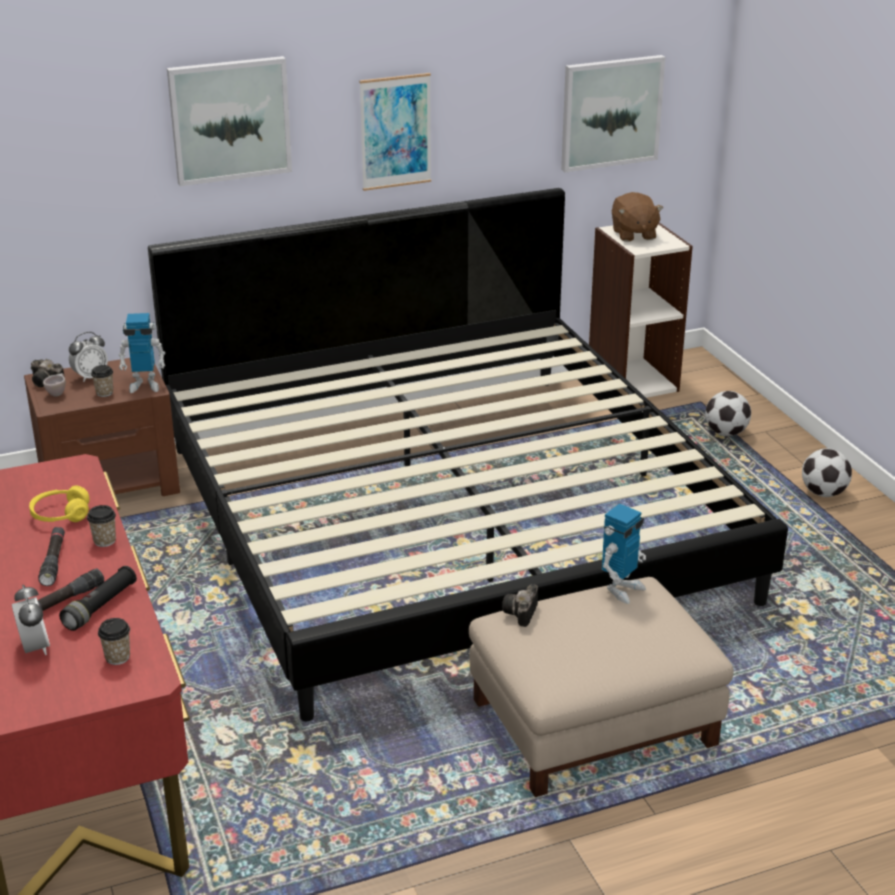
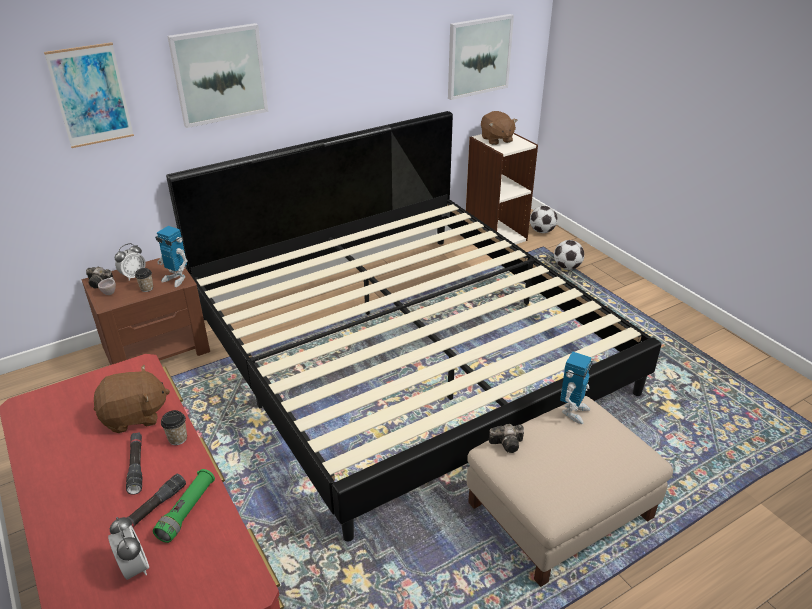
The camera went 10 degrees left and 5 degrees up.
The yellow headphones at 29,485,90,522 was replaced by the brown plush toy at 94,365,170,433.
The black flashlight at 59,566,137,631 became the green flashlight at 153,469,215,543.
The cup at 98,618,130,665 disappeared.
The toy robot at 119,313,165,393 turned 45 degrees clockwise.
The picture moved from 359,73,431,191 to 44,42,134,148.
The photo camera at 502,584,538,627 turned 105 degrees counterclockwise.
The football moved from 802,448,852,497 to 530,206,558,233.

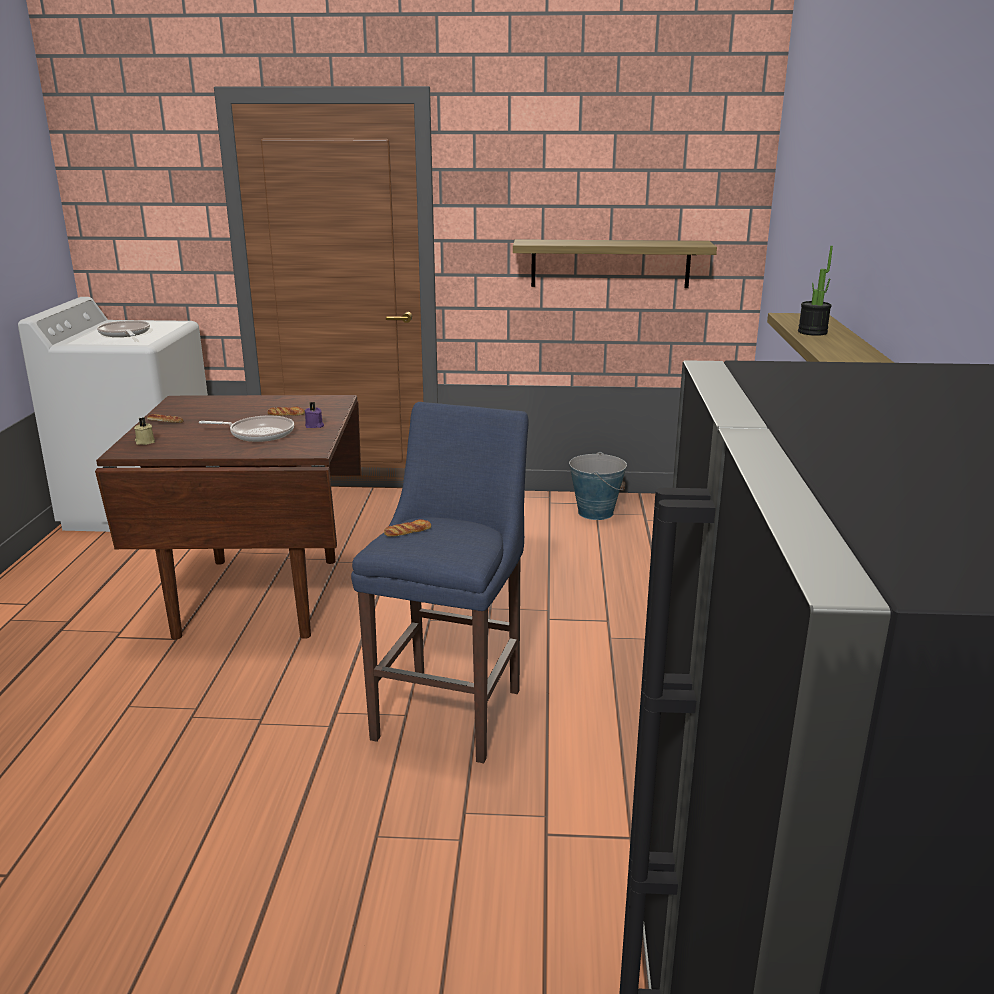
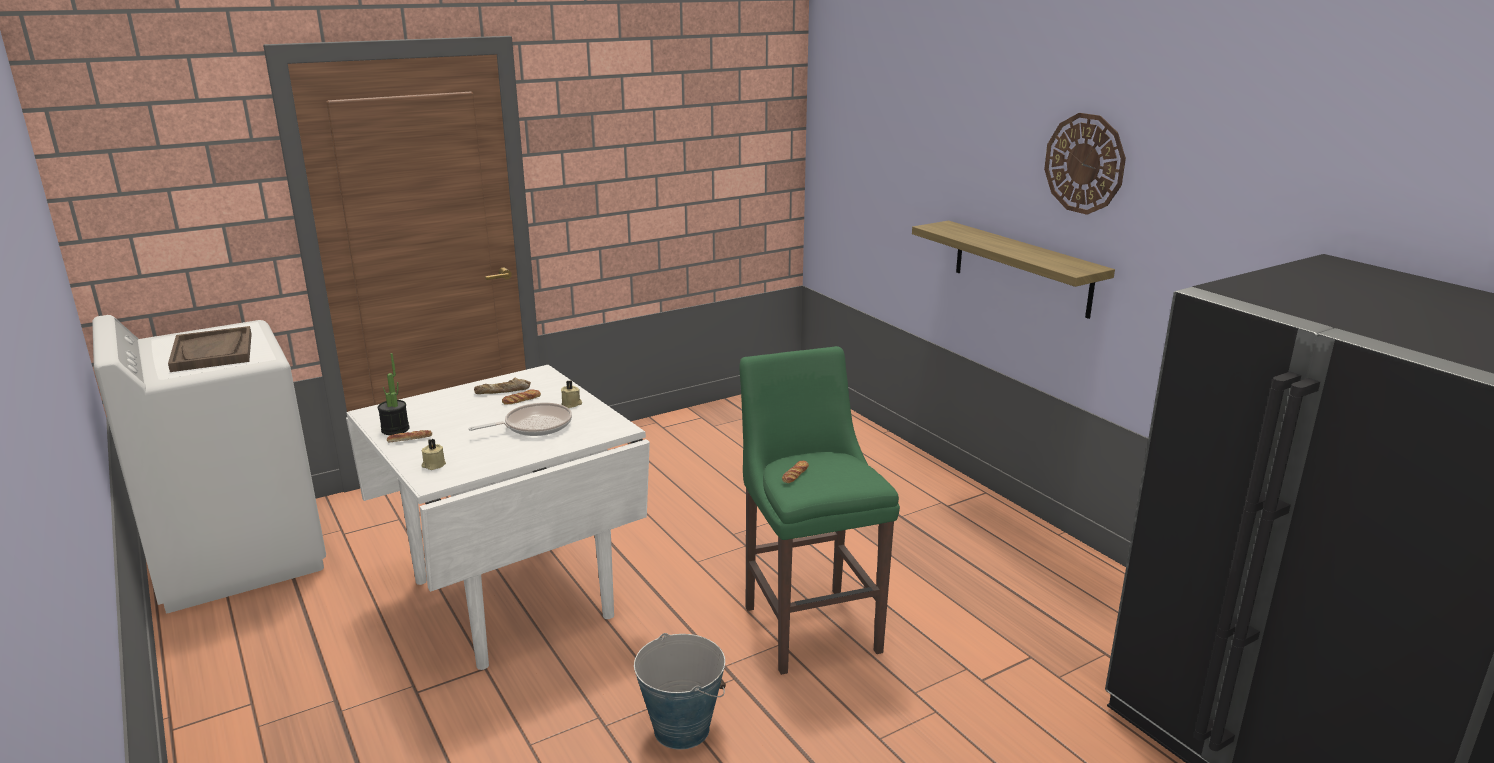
The camera went 35 degrees left and 0 degrees up.
The brown dining table at 95,395,361,639 became the white dining table at 346,365,650,670.
The frying pan at 97,320,150,337 was replaced by the brown tray at 168,326,252,372.
The purple candle at 305,402,324,428 became the beige candle at 561,381,582,408.
The blue stool at 351,402,528,763 became the green stool at 740,346,900,675.
The shelf at 513,239,717,288 disappeared.
The bucket moved from 569,452,627,520 to 634,633,726,750.
The potted plant moved from 798,246,833,336 to 378,353,409,435.
The bread at 474,378,531,394 appeared.
The wall clock at 1044,113,1126,215 appeared.

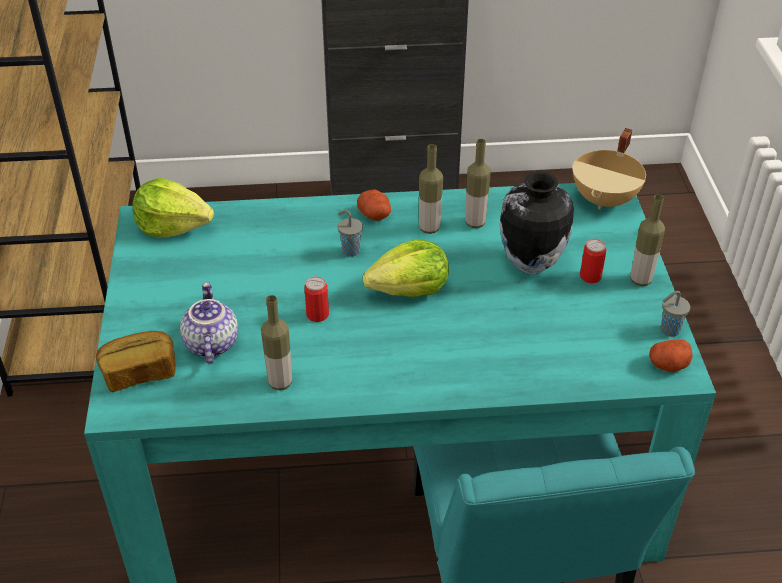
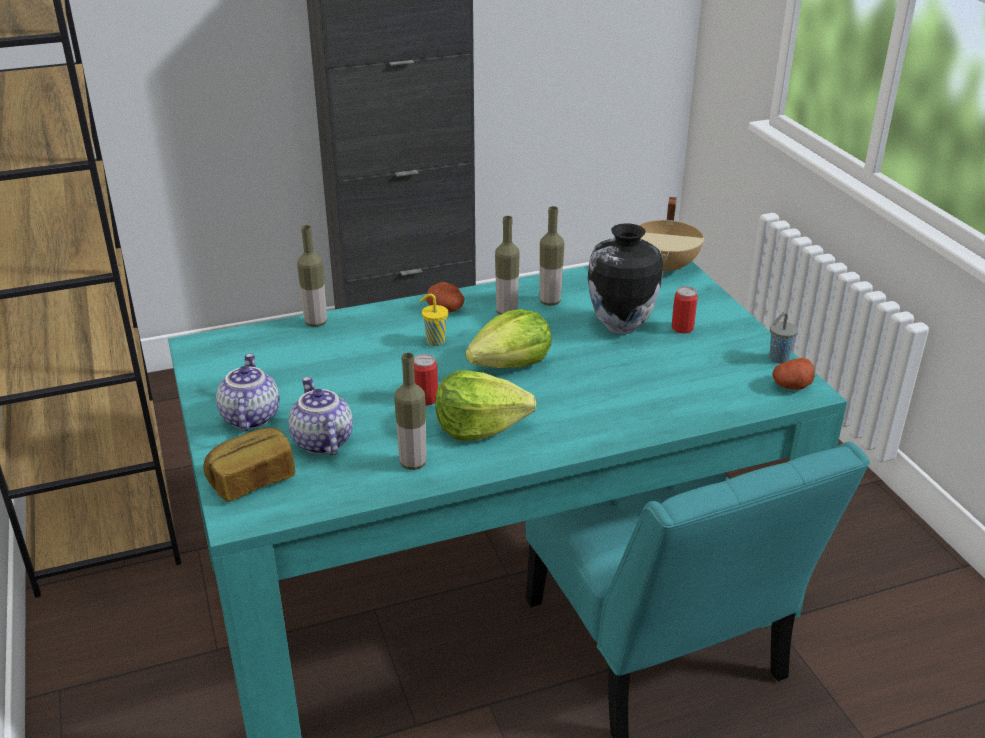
The camera went 15 degrees left and 10 degrees down.
The lettuce moved from 133,178,214,237 to 435,370,537,441.
The grey cup at 338,210,363,257 became the yellow cup at 420,293,448,346.
The bottle moved from 630,194,665,286 to 297,225,327,327.
The teapot at 216,354,279,431 appeared.

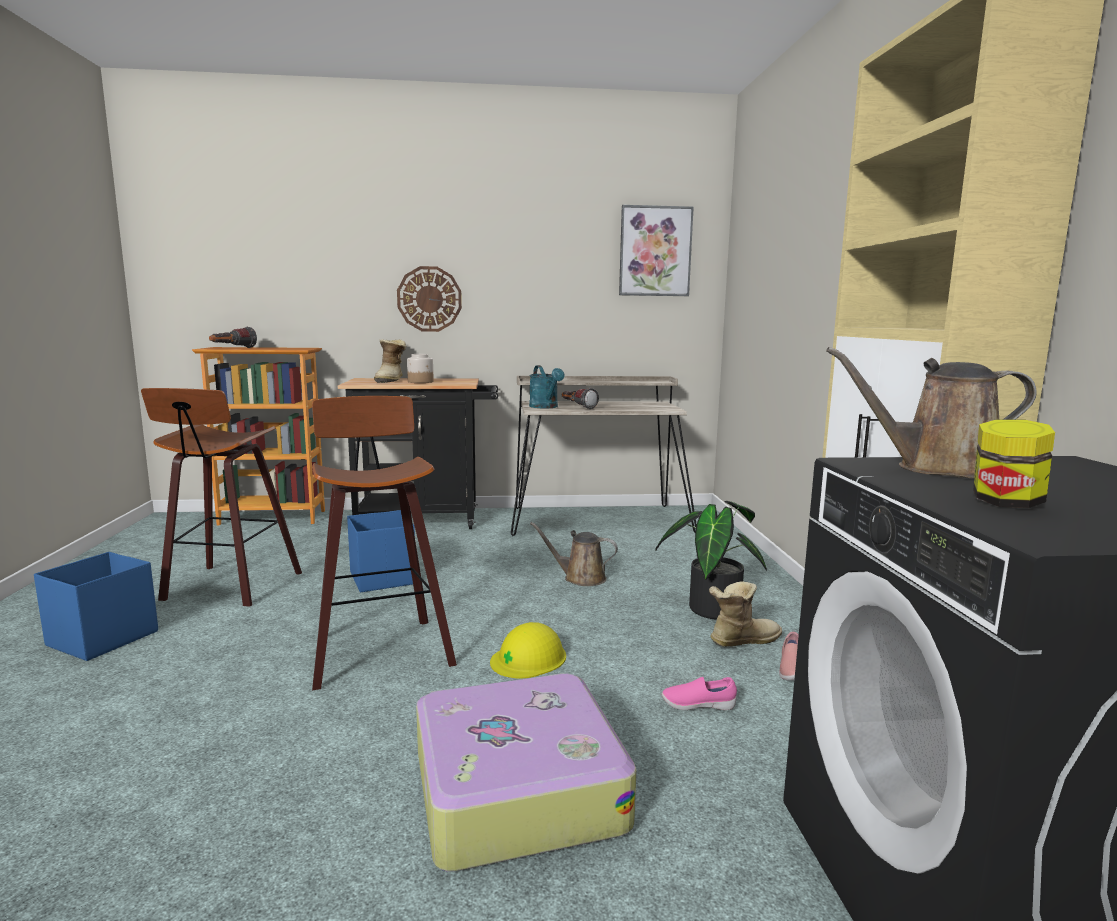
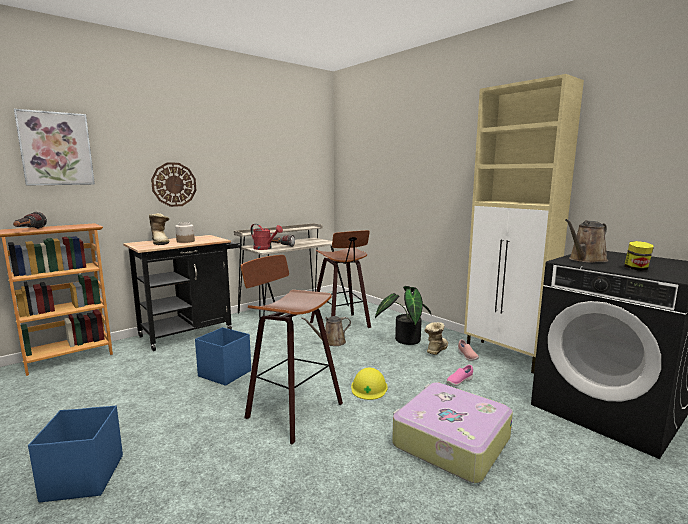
The camera went 35 degrees left and 0 degrees up.
The stool moved from 141,388,302,607 to 310,230,371,328.
The turquoise watering can at 529,365,565,408 became the red watering can at 251,224,283,250.
The picture moved from 619,205,694,296 to 14,109,95,186.

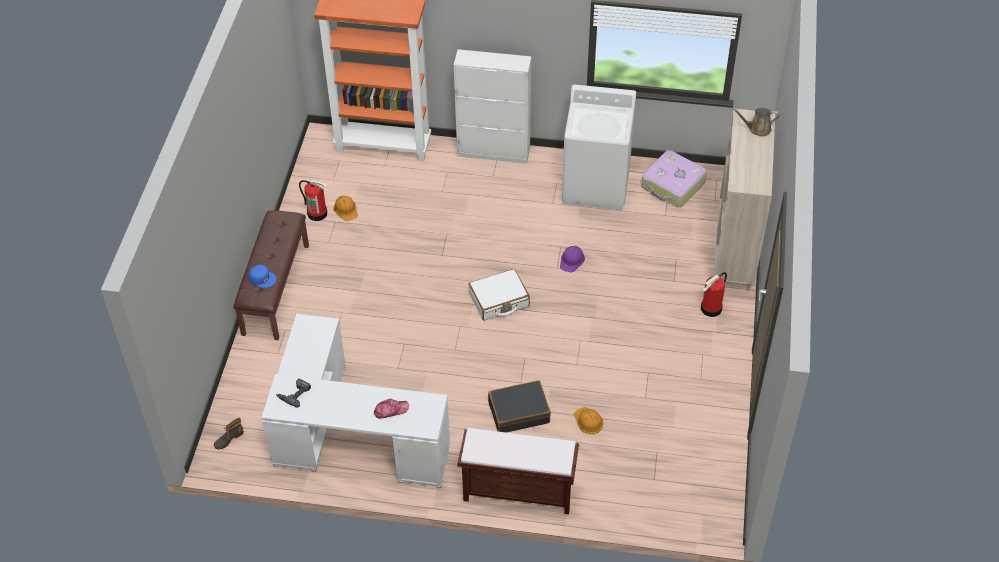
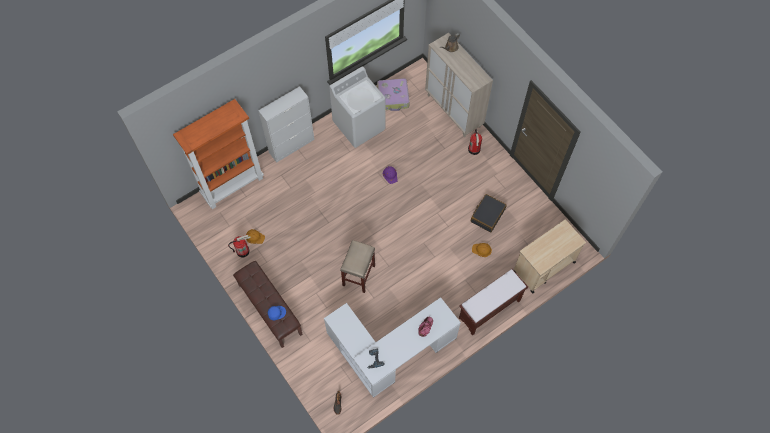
The camera went 45 degrees left and 15 degrees up.
The white suitcase at 468,269,530,321 disappeared.
The black suitcase moved from 488,380,551,433 to 471,194,507,233.
The beige stool at 340,240,375,293 appeared.
The beige cart at 514,219,586,293 appeared.

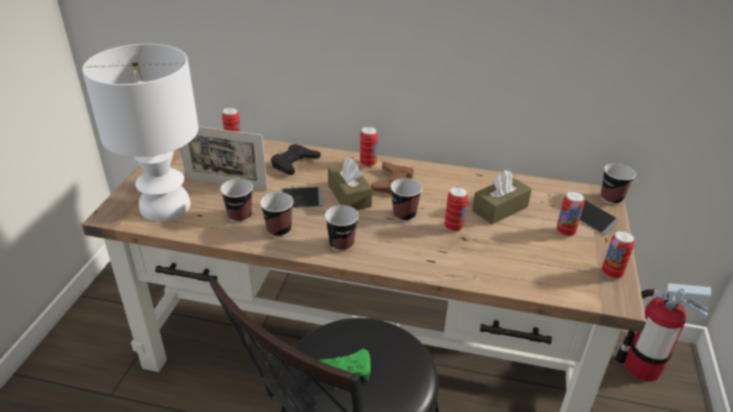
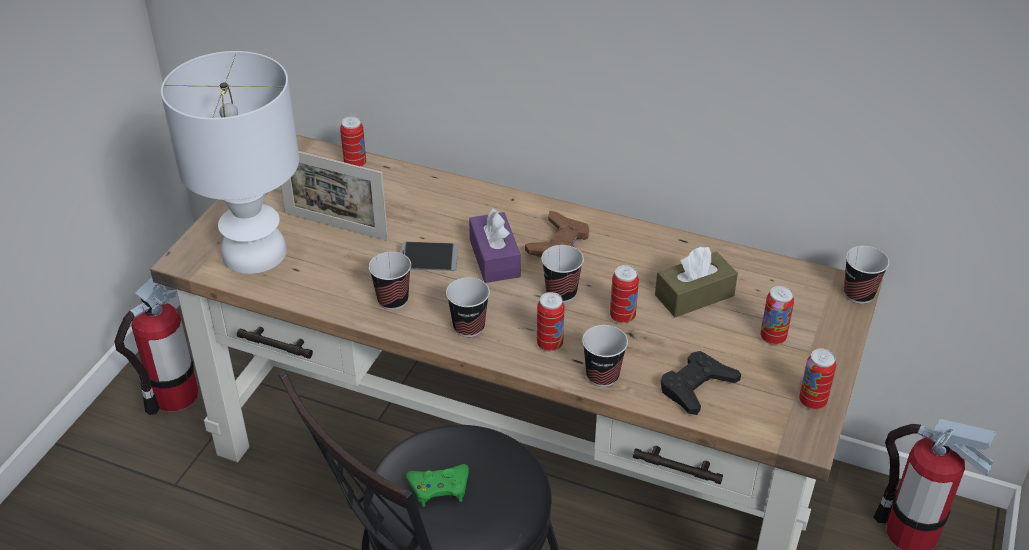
The camera went 10 degrees right and 5 degrees up.
The cup moved from 220,179,253,223 to 582,325,628,387.
The black game controller moved from 271,144,321,175 to 661,351,741,415.
The brown tissue box at 328,157,372,210 became the purple tissue box at 469,208,521,283.
The can moved from 360,127,378,167 to 537,292,565,351.
The phone at 580,199,619,235 disappeared.
The fire extinguisher at 114,277,199,415 appeared.

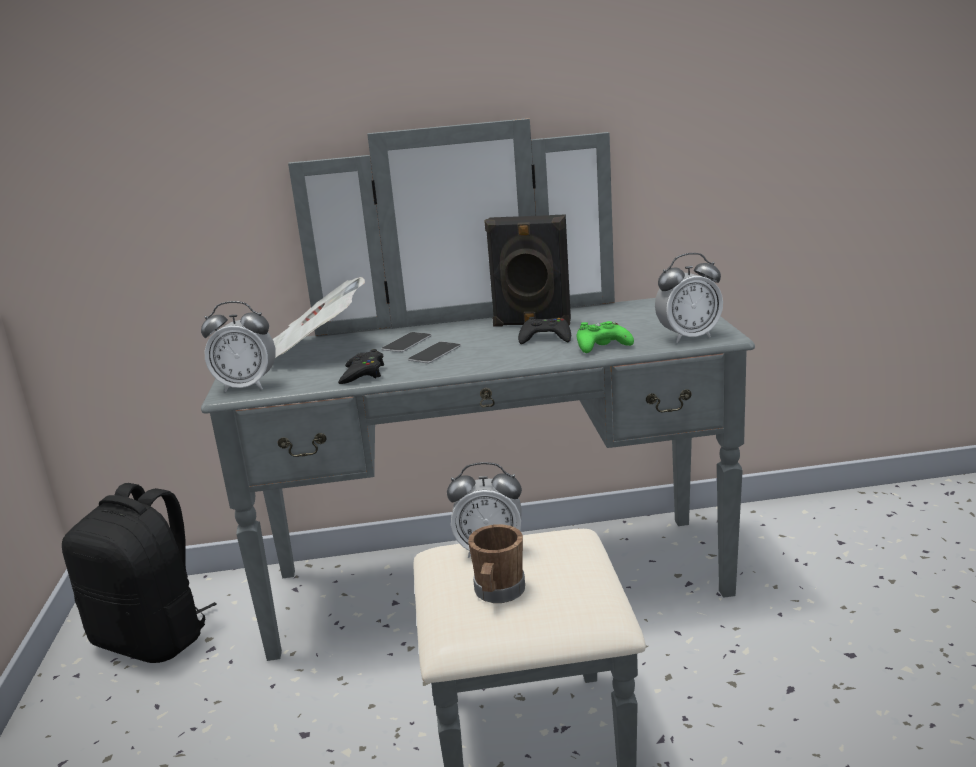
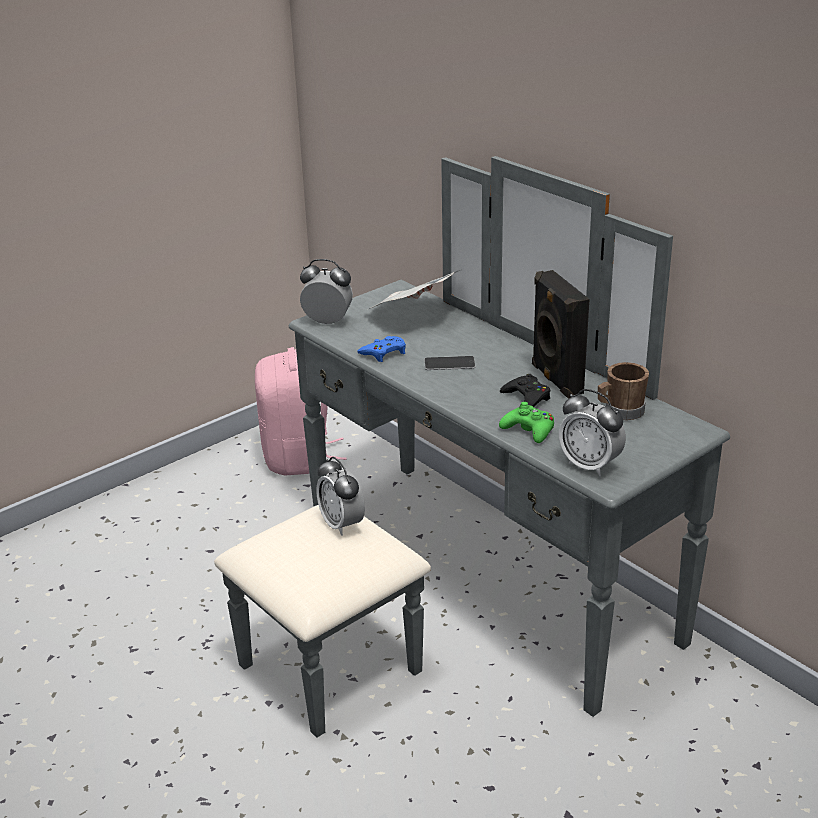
The camera went 55 degrees right and 10 degrees up.
The black backpack at 62,483,217,663 became the pink backpack at 255,347,347,475.
The alarm clock at 201,301,276,392 turned 135 degrees clockwise.
The black game controller at 338,349,384,384 became the blue game controller at 357,336,406,362.
The phone at 381,332,432,352 disappeared.
The brown mug moved from 468,524,525,603 to 598,362,649,420.

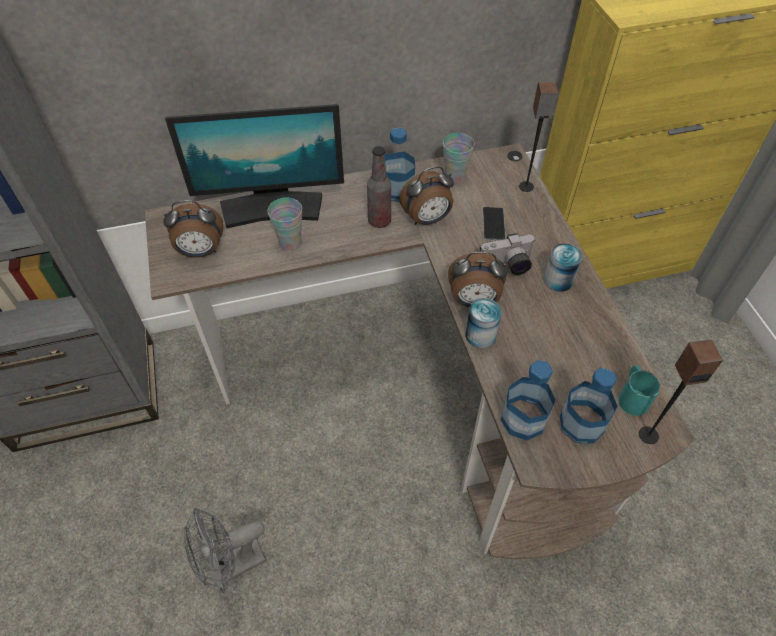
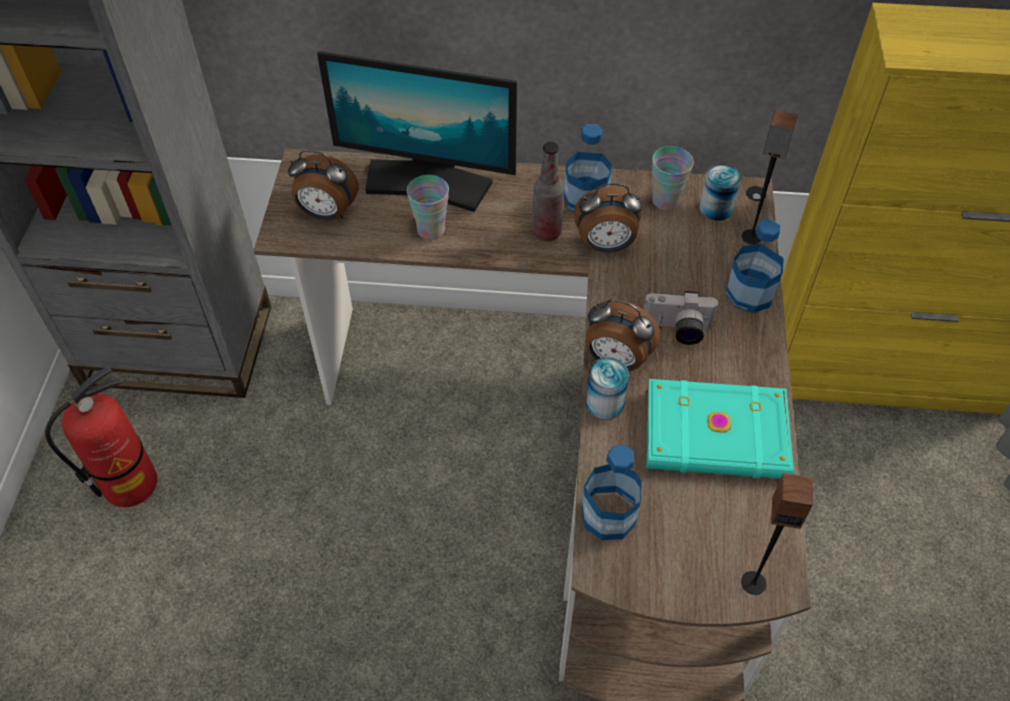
The camera went 20 degrees right and 0 degrees up.
The grey fan at 184,508,266,593 disappeared.
The phone at 482,207,506,241 disappeared.
The can moved from 544,244,582,292 to 699,164,741,221.
The bottle moved from 560,367,618,444 to 726,219,784,313.
The turquoise mug at 618,366,661,416 disappeared.
The fire extinguisher at 45,366,157,507 appeared.
The turquoise book at 647,379,794,479 appeared.

